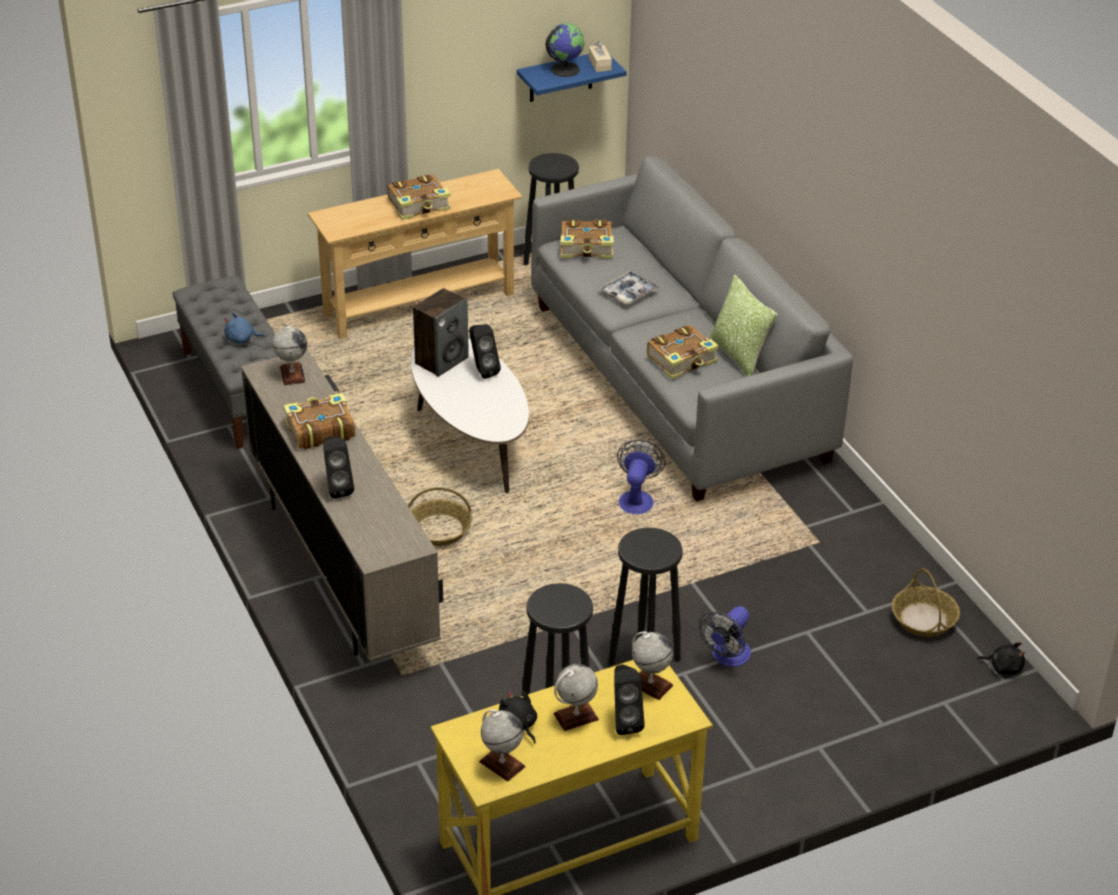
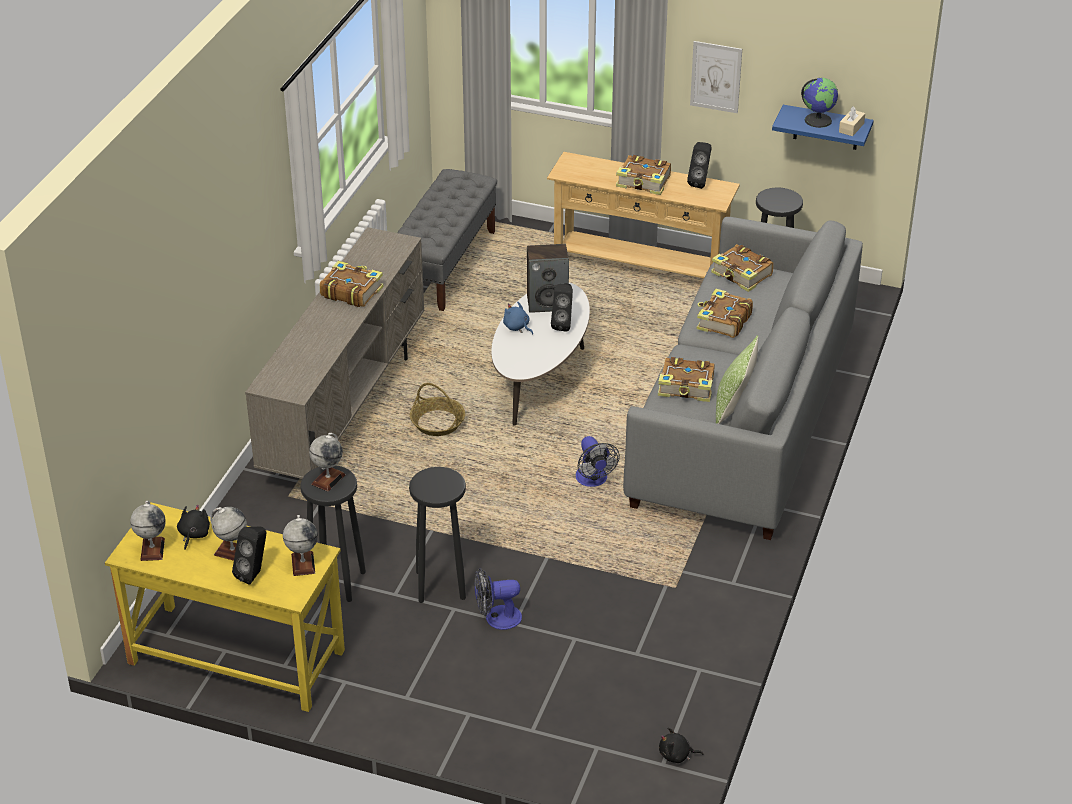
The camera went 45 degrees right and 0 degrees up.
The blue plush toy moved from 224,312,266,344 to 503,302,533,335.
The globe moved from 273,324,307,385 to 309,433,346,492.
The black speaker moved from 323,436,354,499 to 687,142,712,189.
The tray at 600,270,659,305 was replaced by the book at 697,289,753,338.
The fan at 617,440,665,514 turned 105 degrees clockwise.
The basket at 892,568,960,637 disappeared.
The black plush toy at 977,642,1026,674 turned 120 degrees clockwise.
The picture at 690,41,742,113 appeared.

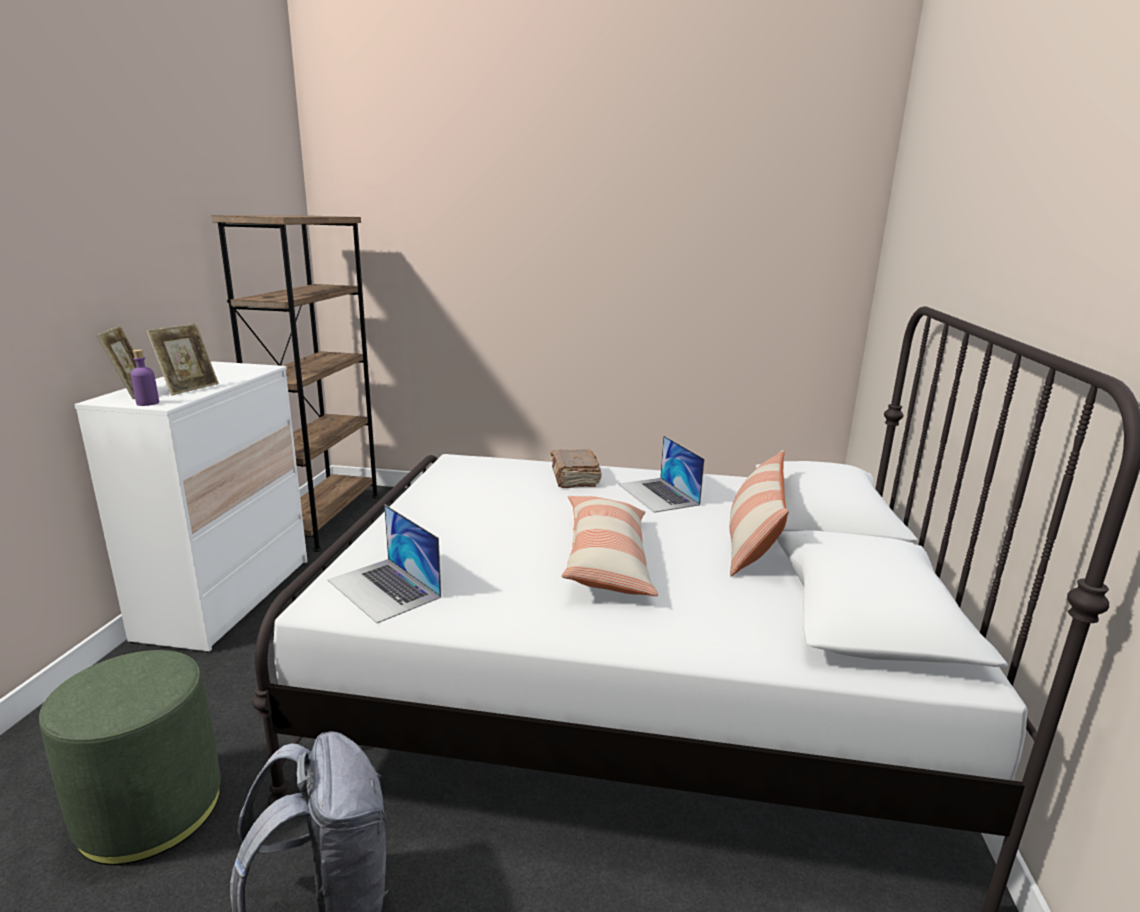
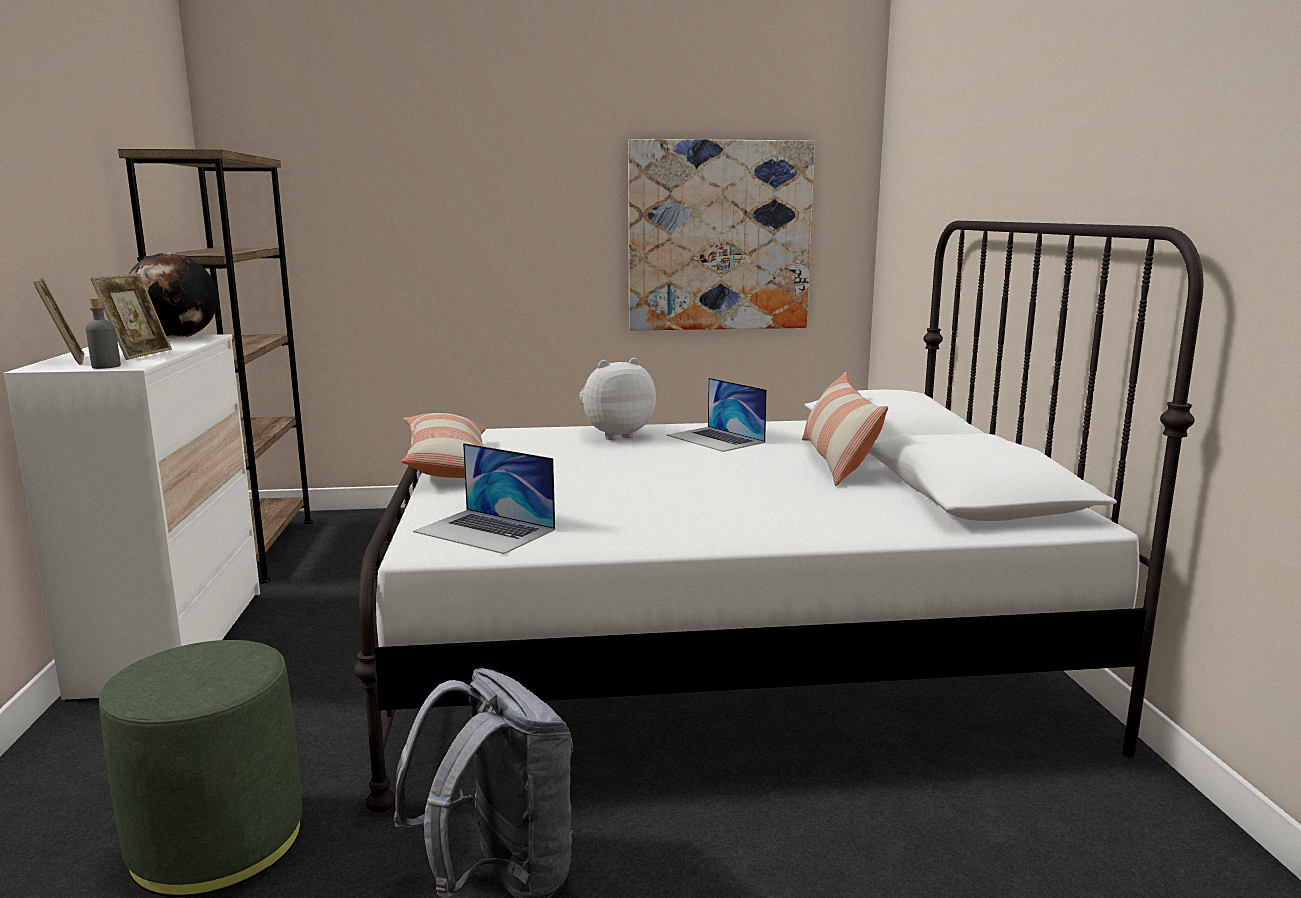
The camera went 15 degrees left and 5 degrees down.
The purple bottle at 130,349,159,406 became the grey bottle at 86,297,121,369.
The brown book at 550,449,602,488 was replaced by the plush toy at 579,358,656,440.
The pillow moved from 561,495,658,596 to 401,413,486,478.
The globe at 129,253,218,339 appeared.
The picture at 628,139,815,331 appeared.

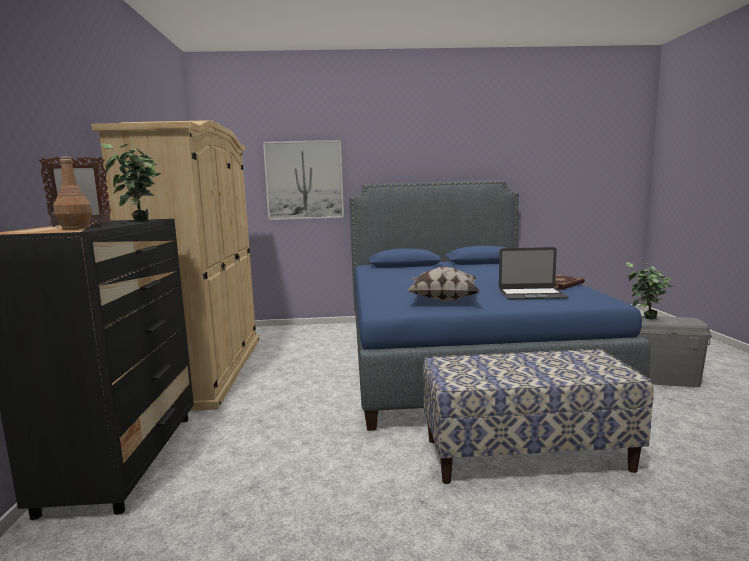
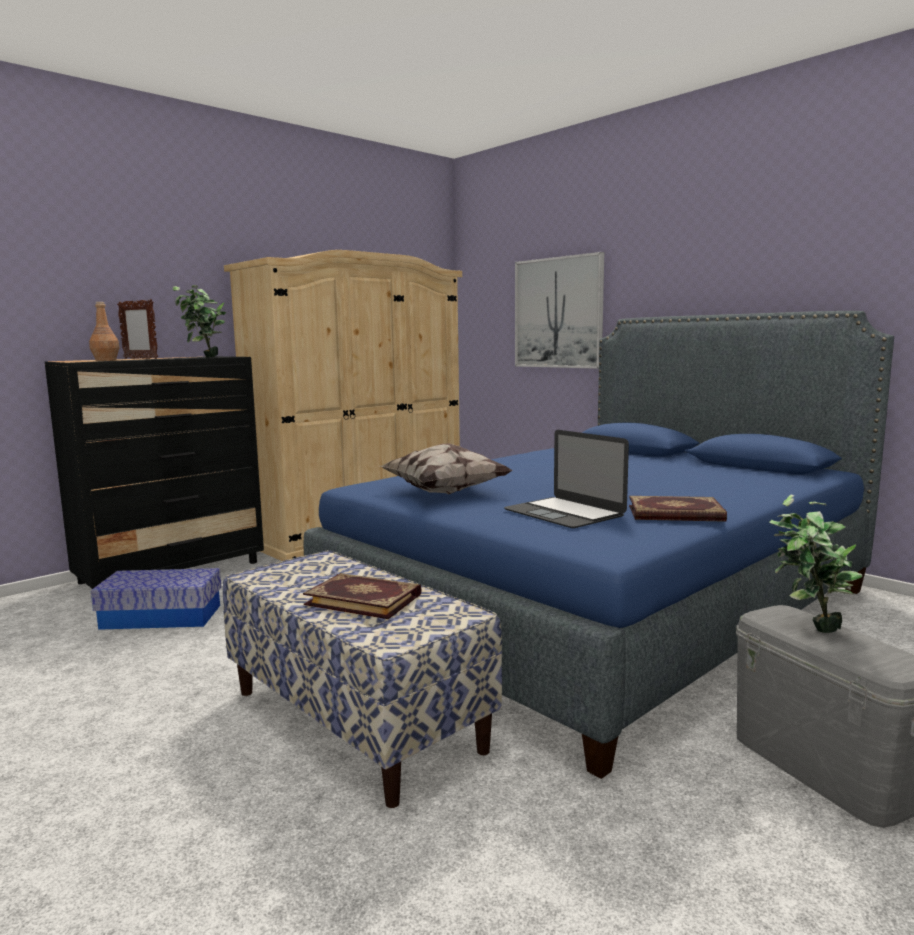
The camera went 50 degrees right and 0 degrees up.
The storage box at 91,568,221,630 appeared.
The book at 303,573,422,619 appeared.

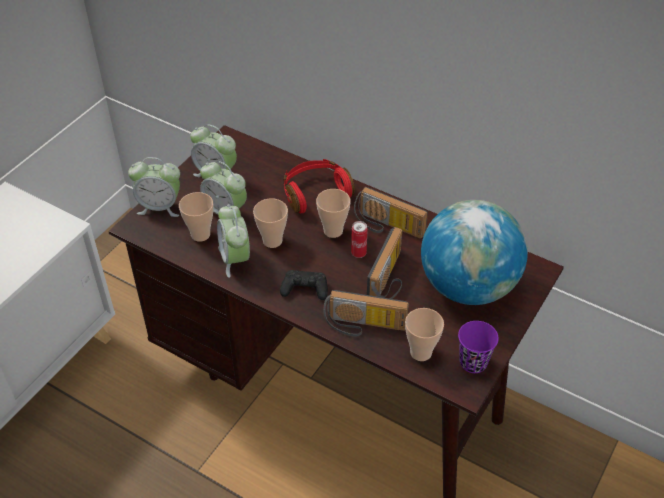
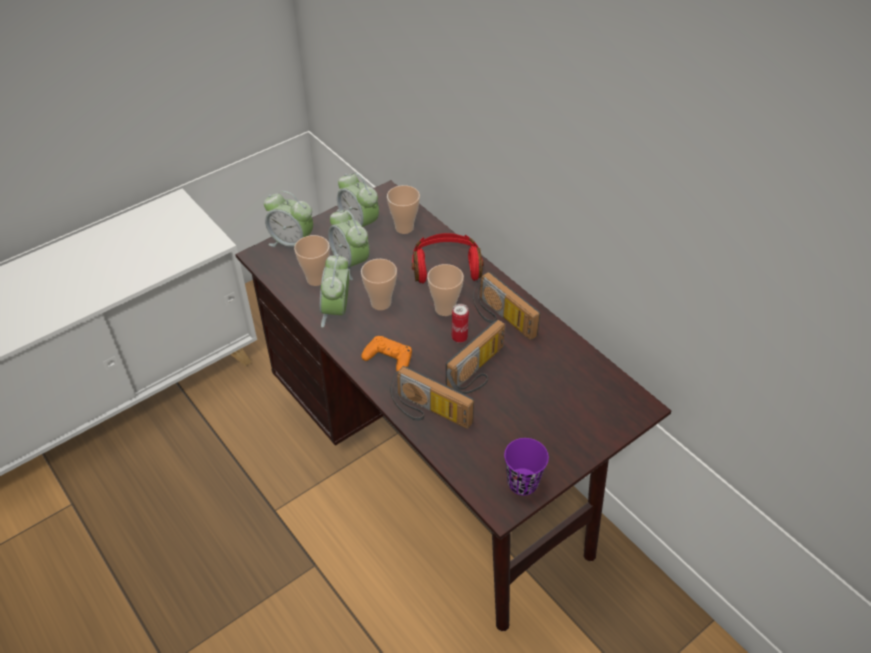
The camera went 20 degrees right and 0 degrees up.
The black game controller at 280,270,328,300 became the orange game controller at 361,336,412,371.
The cup moved from 405,308,444,361 to 387,185,420,234.
The globe at 421,200,528,305 disappeared.

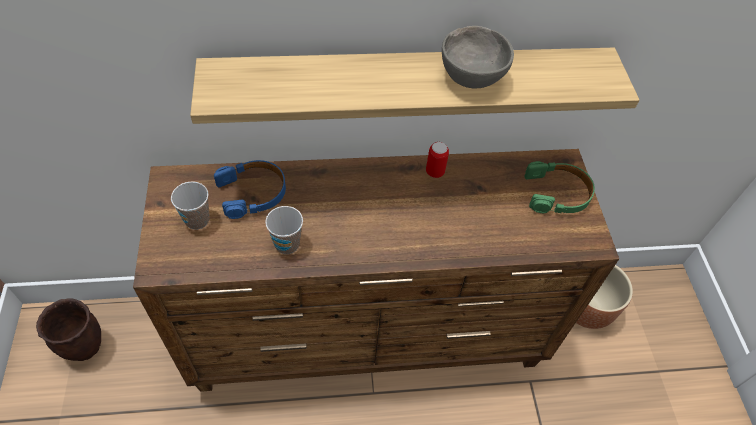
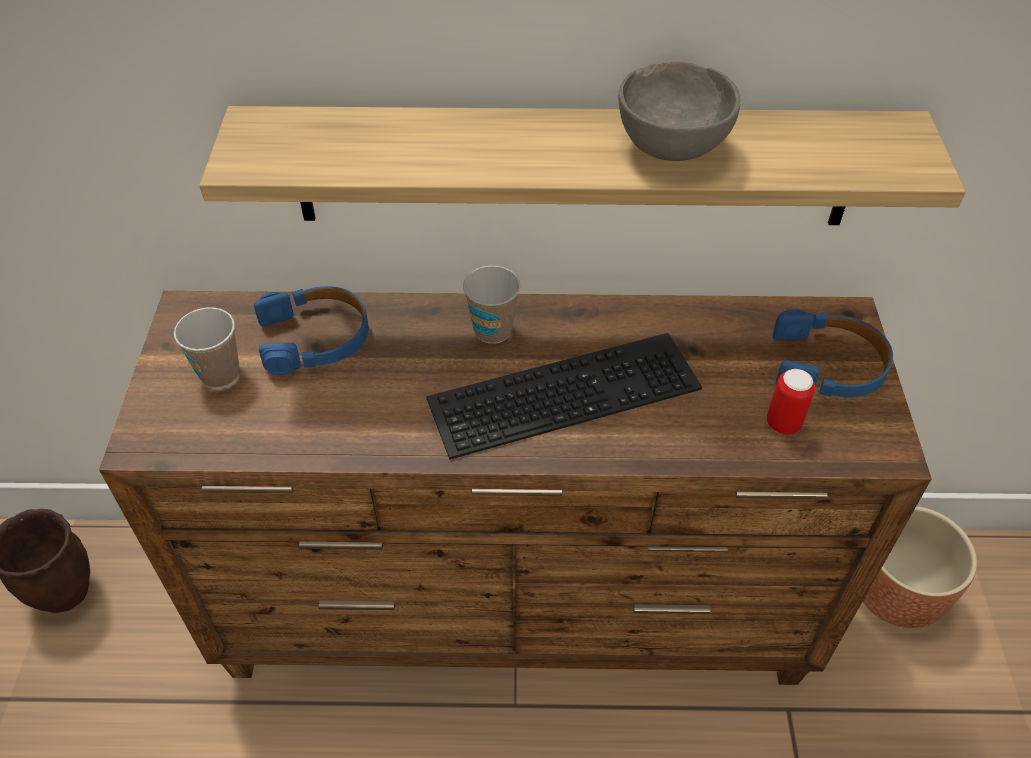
The camera went 10 degrees right and 5 degrees down.
The cup moved from 265,206,303,254 to 463,265,521,344.
The can moved from 426,142,449,178 to 767,369,815,435.
The green headphones at 524,161,595,213 became the blue headphones at 772,309,893,397.
The keyboard at 426,333,702,460 appeared.

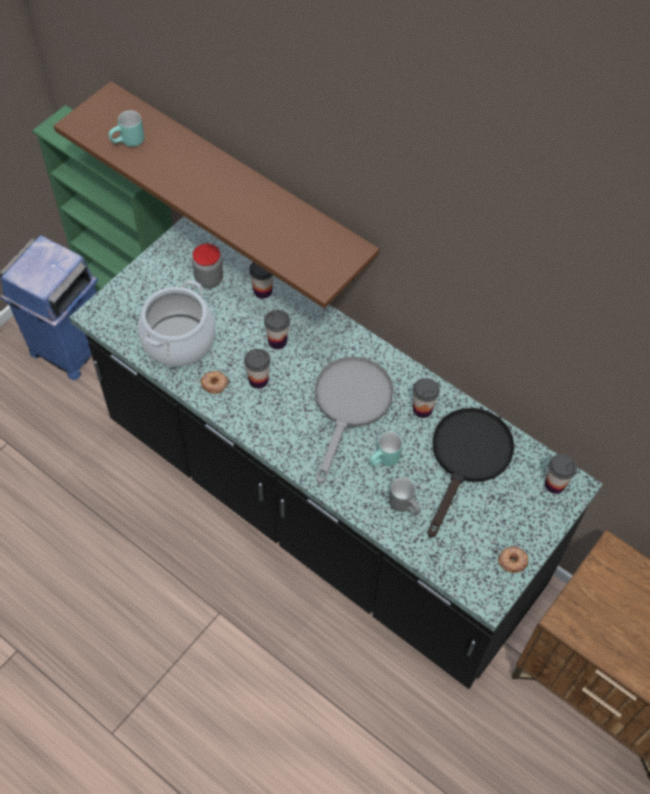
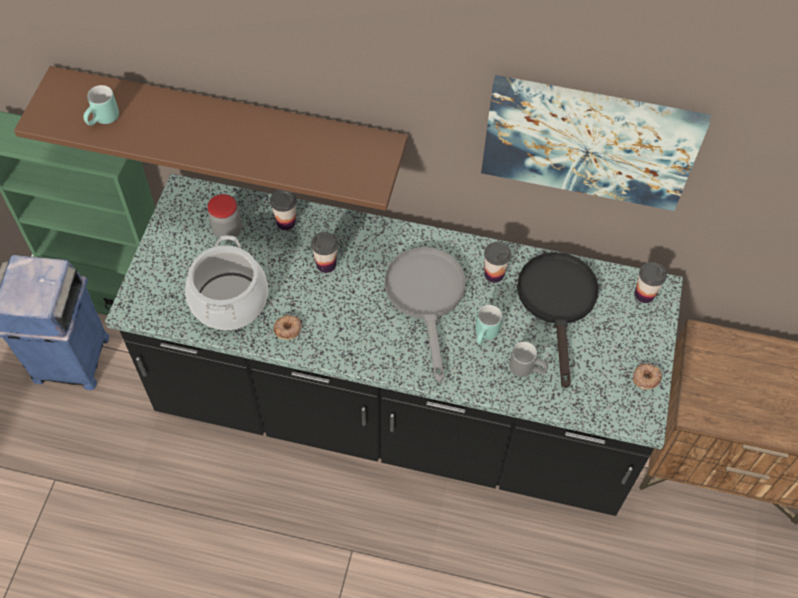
The camera went 25 degrees left and 0 degrees up.
The cup at 244,349,271,389 disappeared.
The picture at 481,75,711,211 appeared.

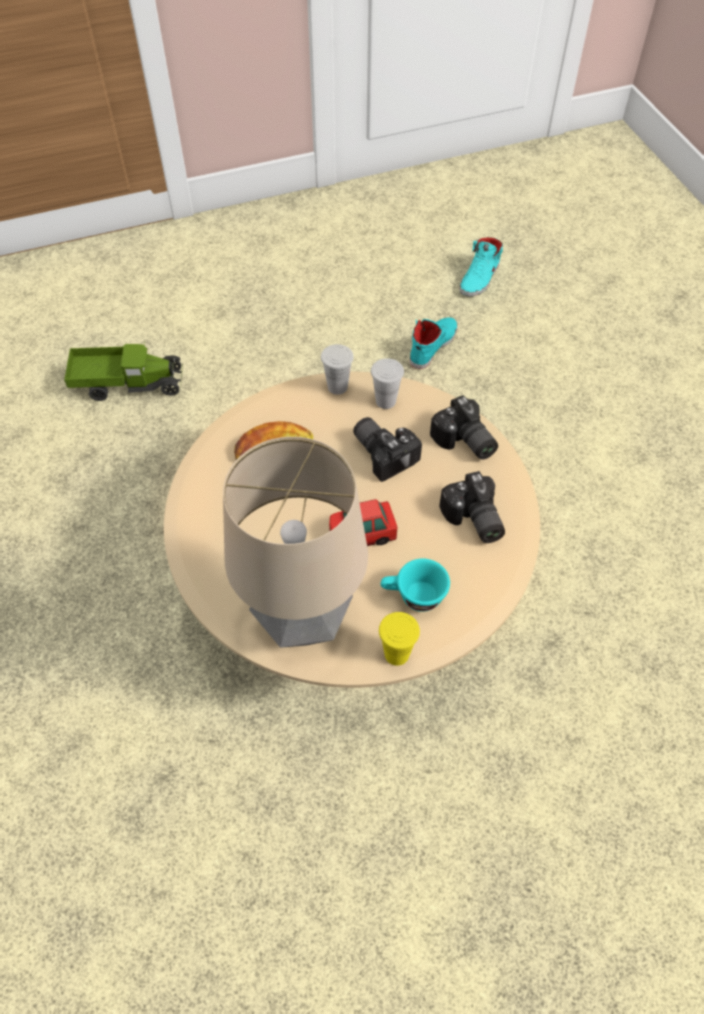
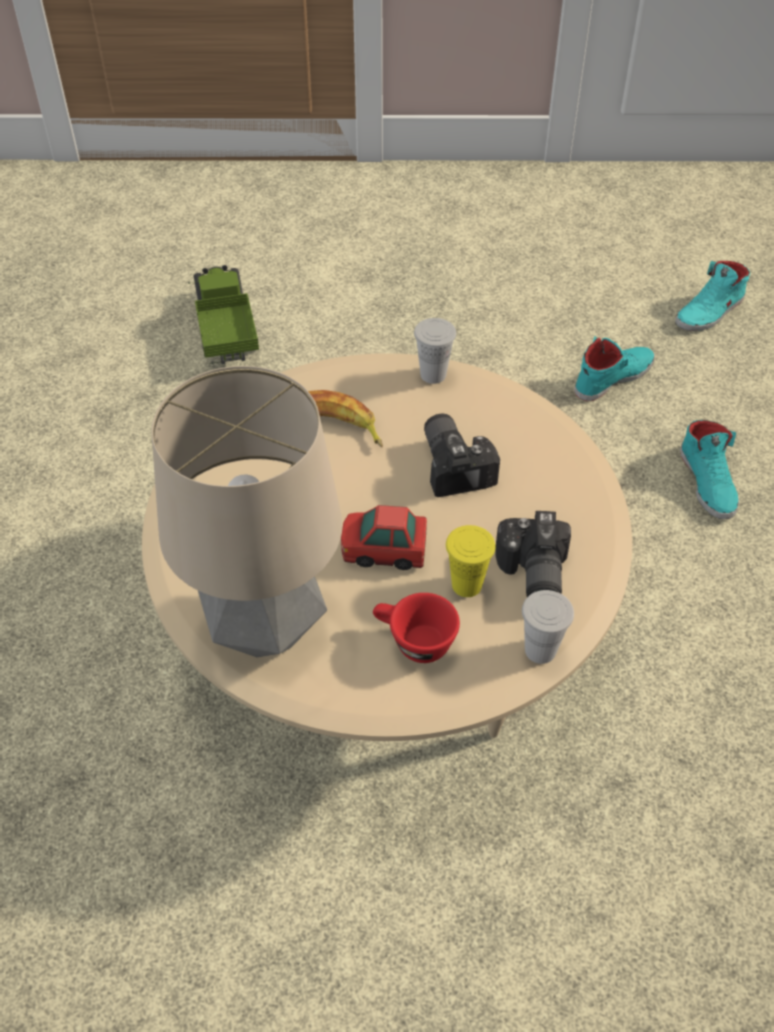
The camera went 20 degrees right and 5 degrees down.
The toy truck at 64,344,183,401 turned 120 degrees counterclockwise.
The white cup moved from 371,358,404,409 to 522,590,574,664.
The yellow cup moved from 379,612,420,666 to 446,525,496,597.
The turquoise cup at 381,559,450,612 became the red cup at 373,593,460,663.
The photo camera at 430,395,498,460 disappeared.
The turquoise shoe at 680,420,739,519 appeared.

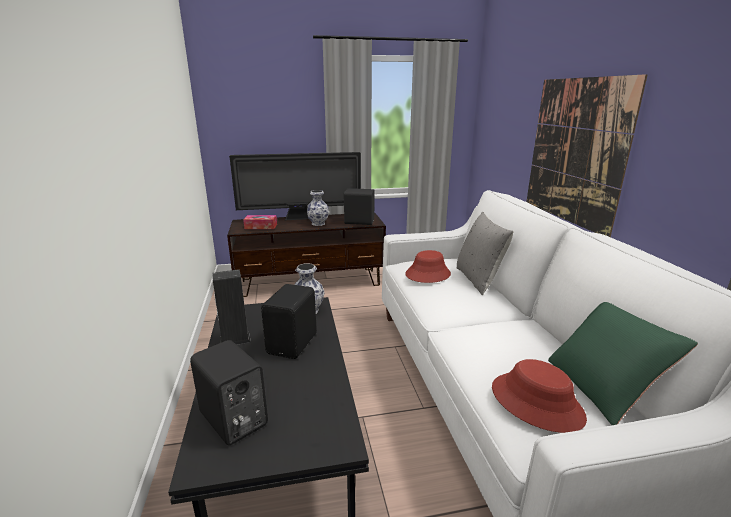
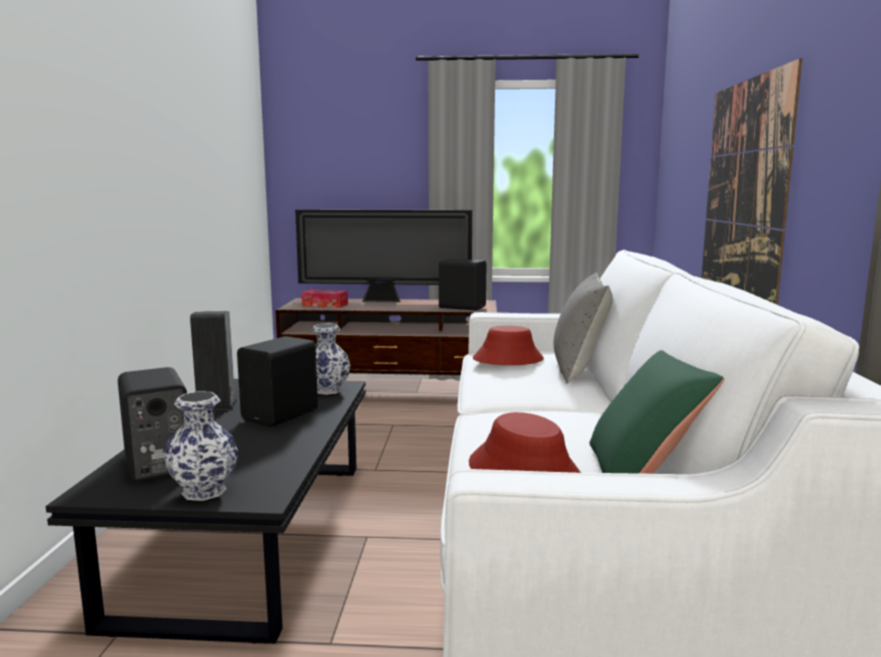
The camera went 15 degrees right and 10 degrees down.
The vase moved from 307,190,329,226 to 164,391,238,501.

